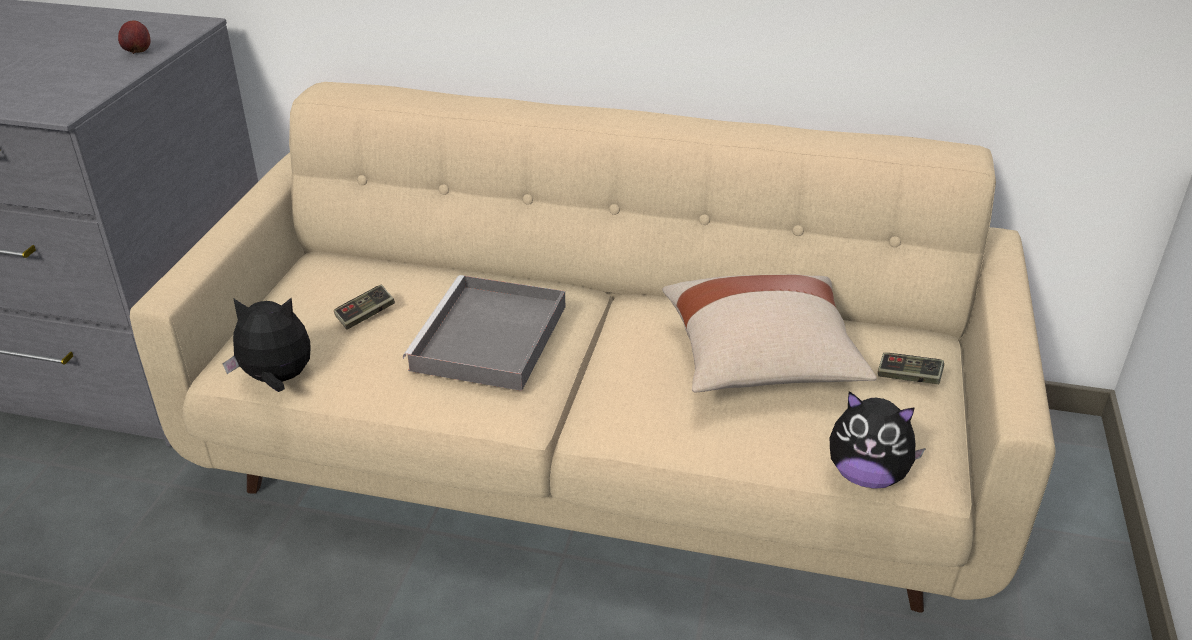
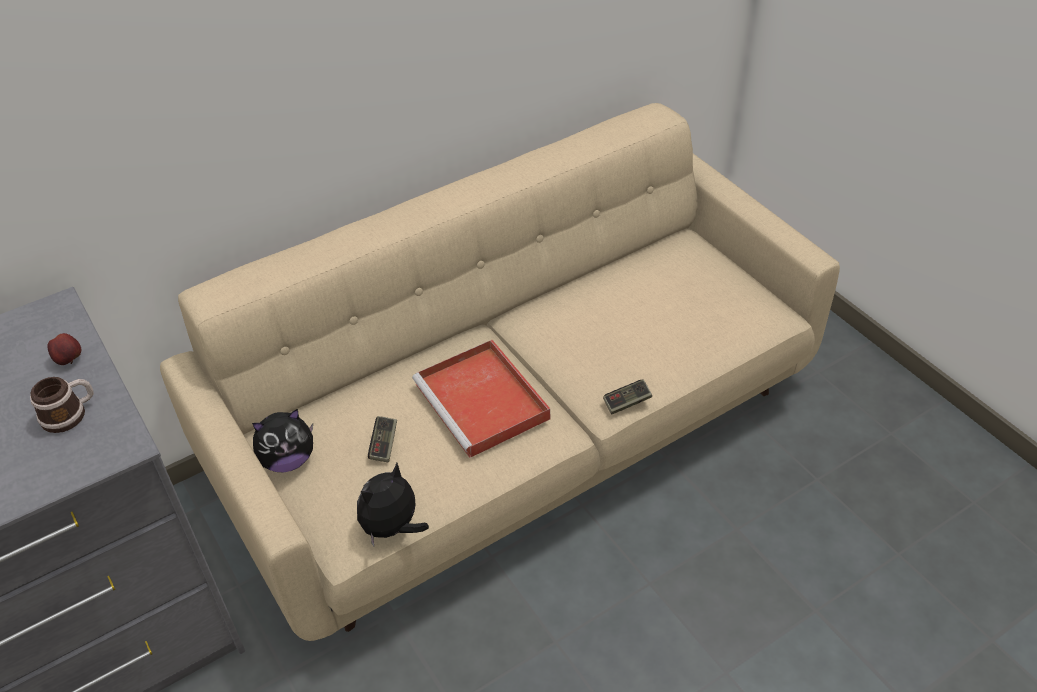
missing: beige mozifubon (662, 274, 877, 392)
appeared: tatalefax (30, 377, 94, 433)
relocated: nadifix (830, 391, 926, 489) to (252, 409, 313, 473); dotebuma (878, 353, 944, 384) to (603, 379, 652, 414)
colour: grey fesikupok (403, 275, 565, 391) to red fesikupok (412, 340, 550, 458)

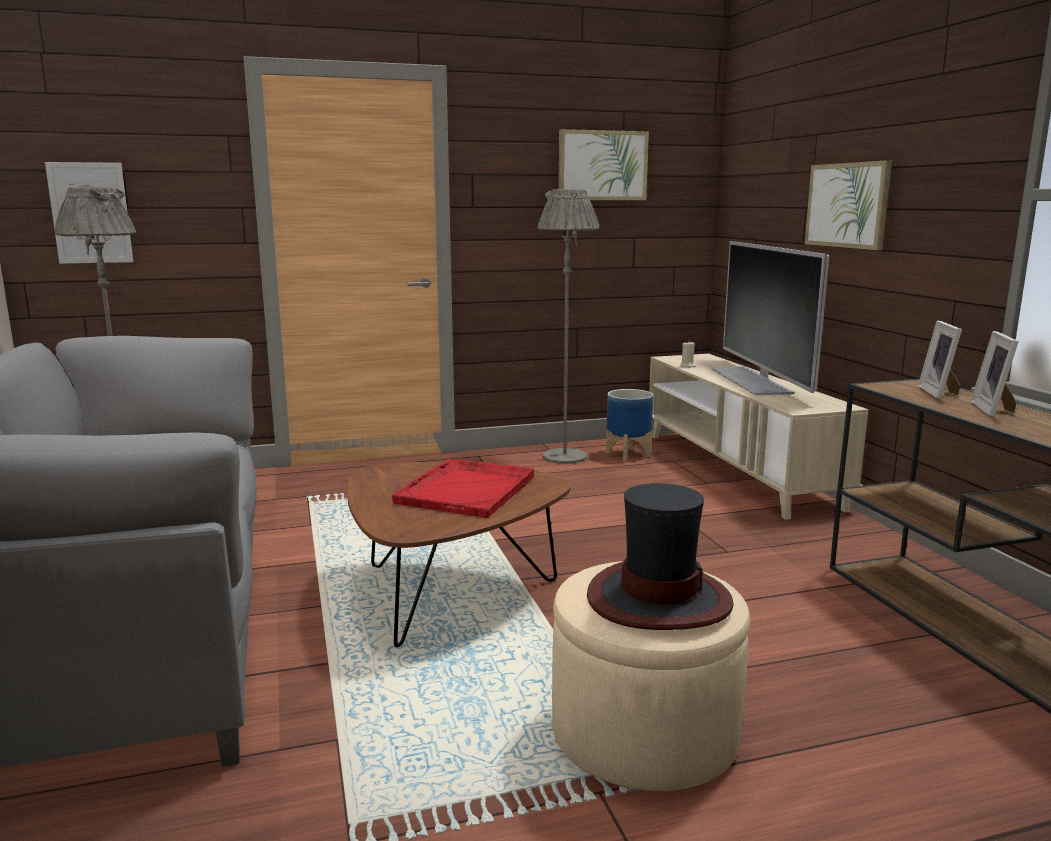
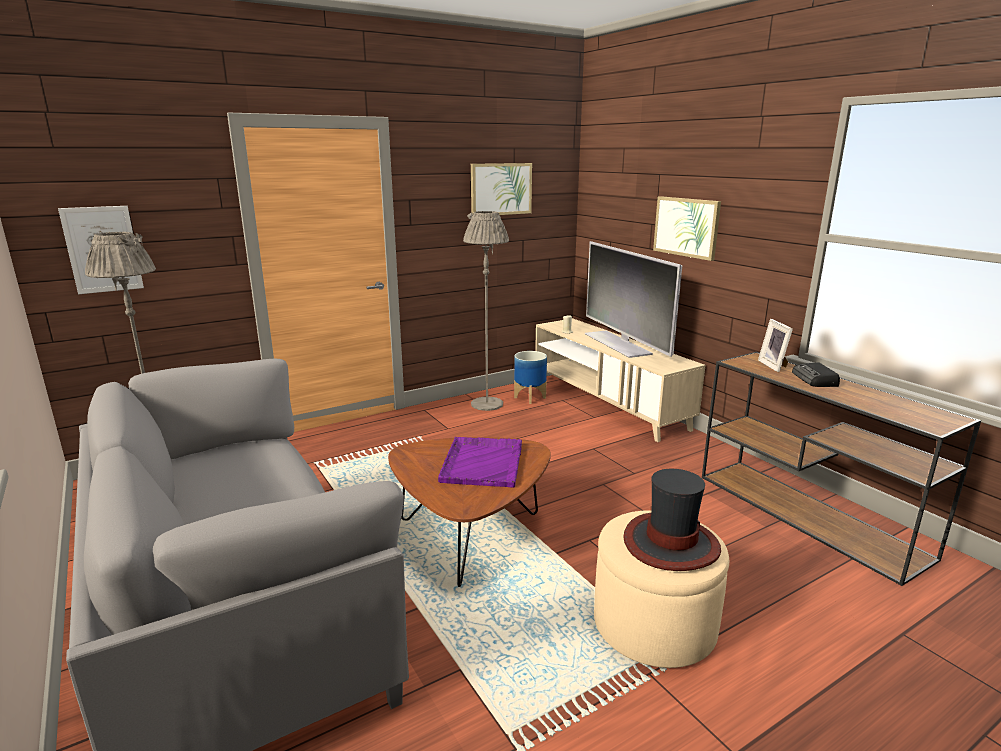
exchanged: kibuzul (971, 331, 1019, 417) to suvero (792, 362, 840, 387)
colour: red fesikupok (392, 458, 534, 518) to purple fesikupok (438, 437, 522, 487)

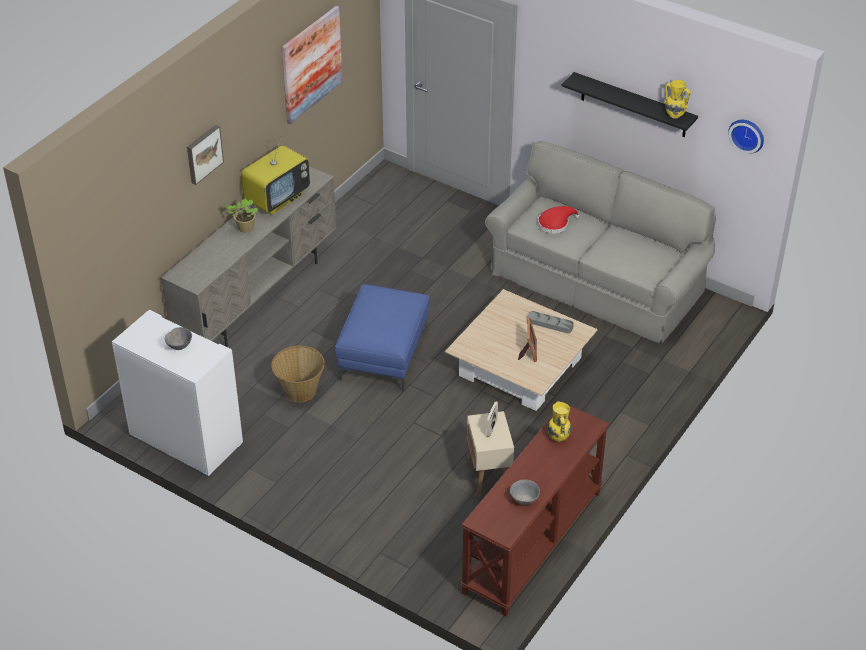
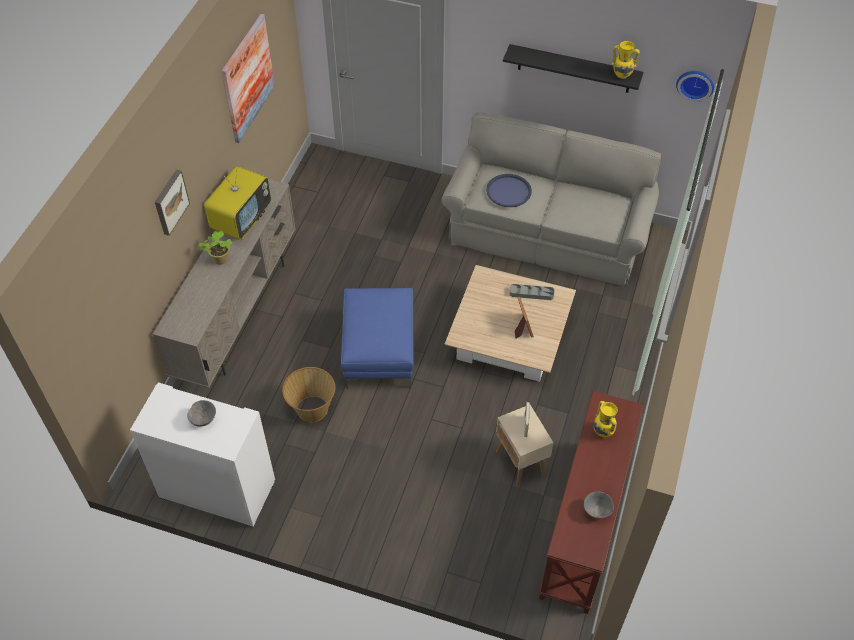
exchanged: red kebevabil (538, 206, 580, 234) to blue fesikupok (486, 174, 532, 207)

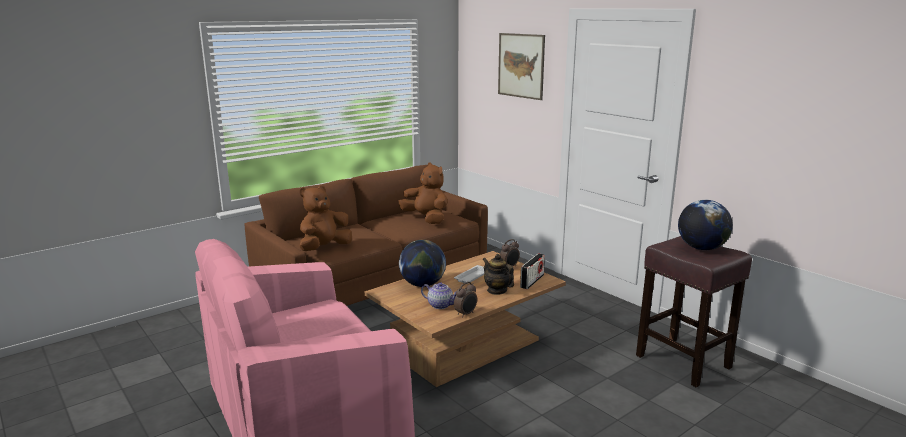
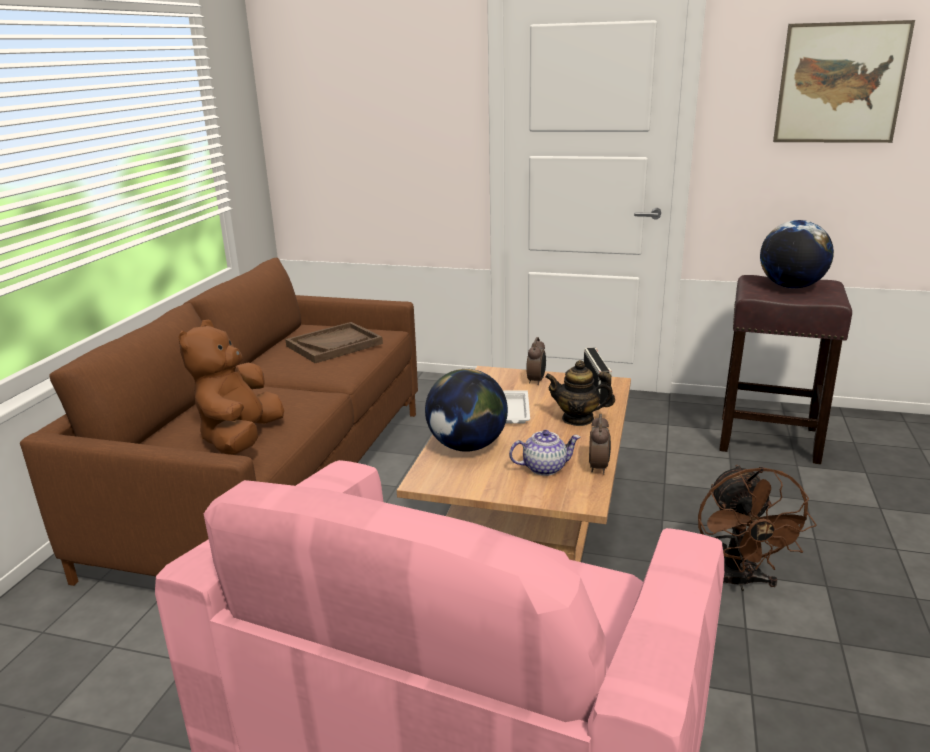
appeared: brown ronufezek (698, 465, 817, 591)
relocated: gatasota (498, 33, 545, 100) to (773, 20, 915, 143)
exchanged: brown nadifix (399, 162, 448, 224) to brown fesikupok (285, 322, 383, 363)

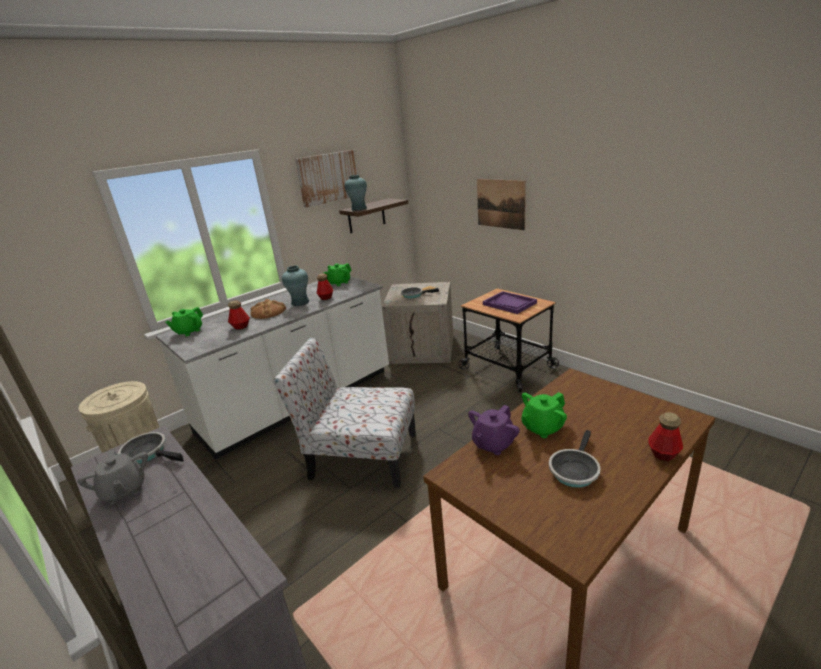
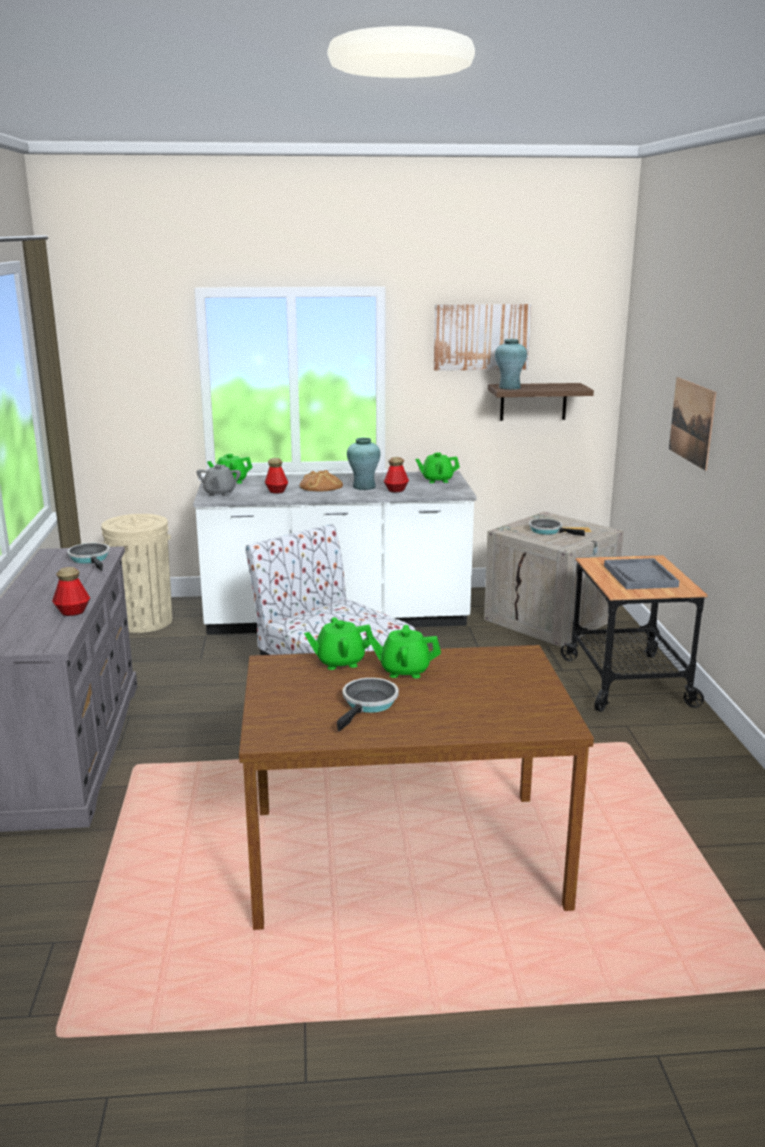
relocated: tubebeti (648, 412, 683, 461) to (52, 567, 90, 616); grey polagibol (78, 449, 148, 505) to (196, 464, 241, 497)
colour: purple polagibol (468, 405, 520, 455) to green polagibol (304, 617, 373, 670); purple fesikupok (483, 291, 537, 314) to grey fesikupok (604, 558, 679, 589)
spun: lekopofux (549, 430, 601, 488) = (337, 678, 399, 731) 135 degrees clockwise

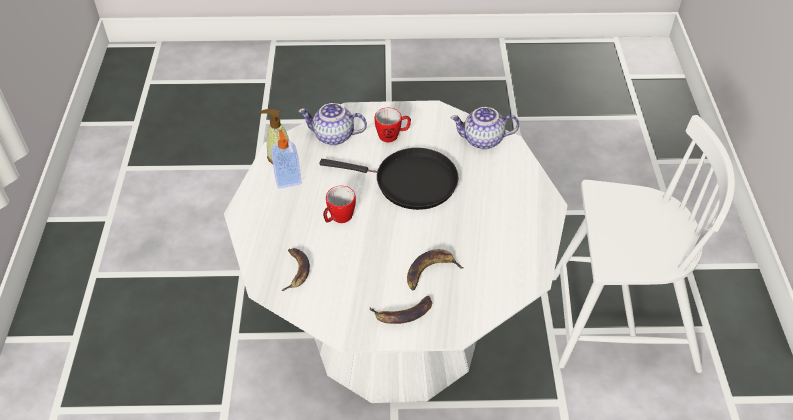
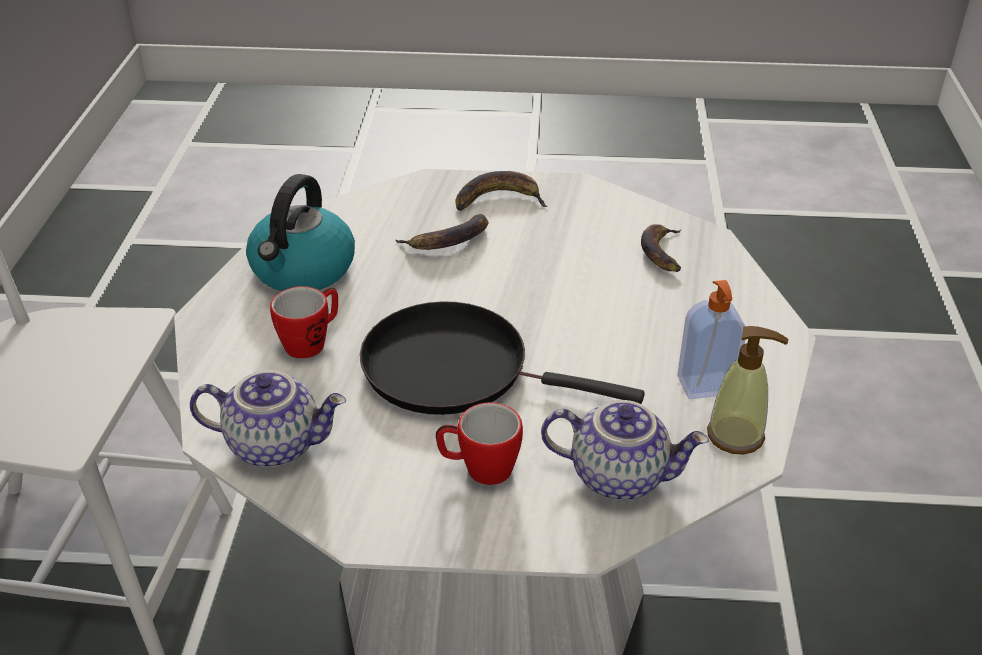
appeared: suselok (246, 174, 355, 291)
relocated: tatalefax (323, 186, 356, 223) to (270, 286, 338, 359)

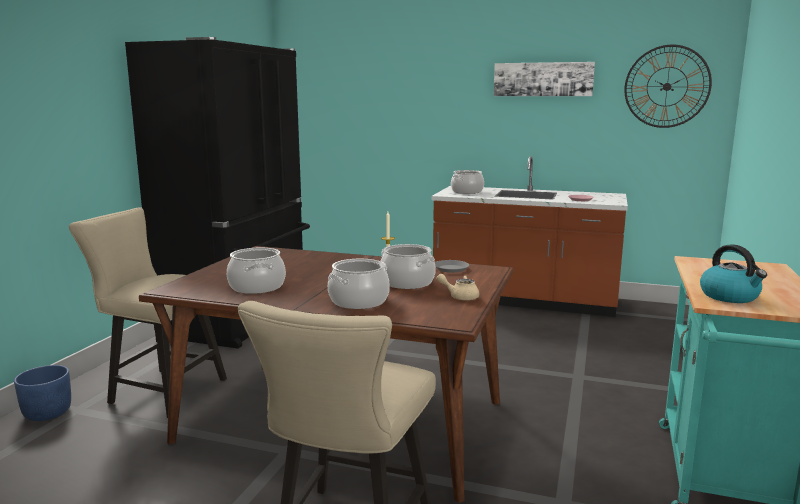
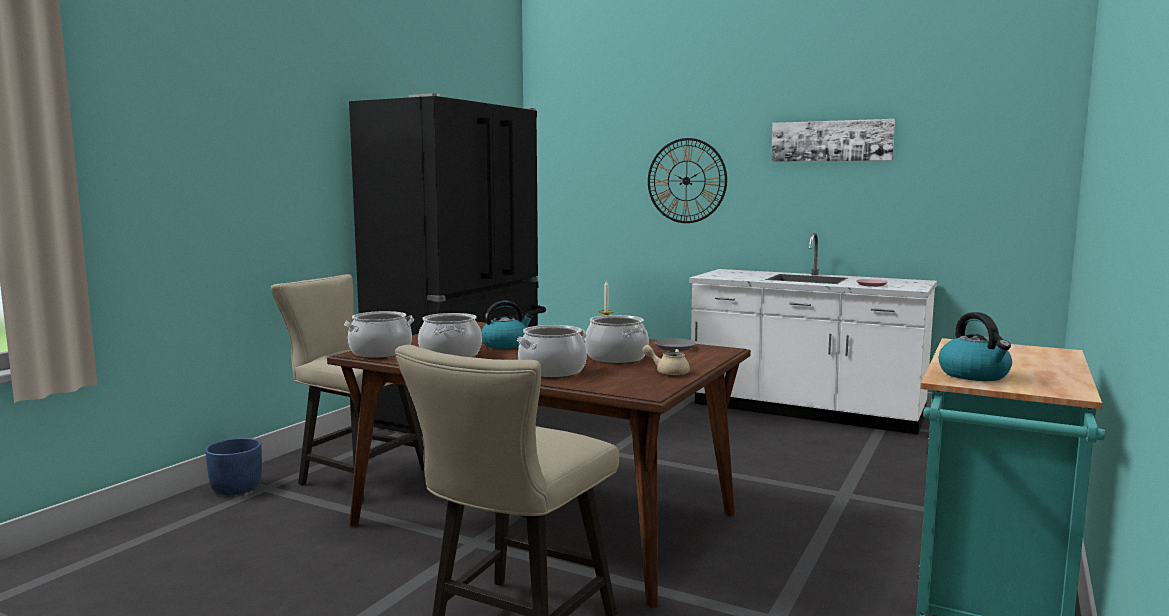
appeared: suselok (481, 301, 533, 349)
relocated: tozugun (451, 170, 484, 194) to (344, 311, 414, 358); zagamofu (624, 45, 712, 128) to (648, 138, 727, 223)
colour: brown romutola (432, 156, 628, 317) to white romutola (689, 233, 937, 435)

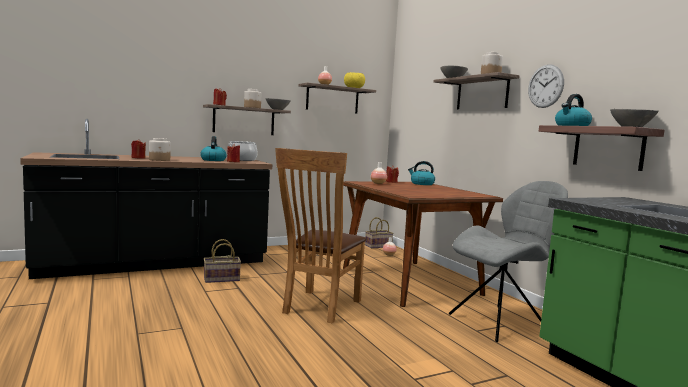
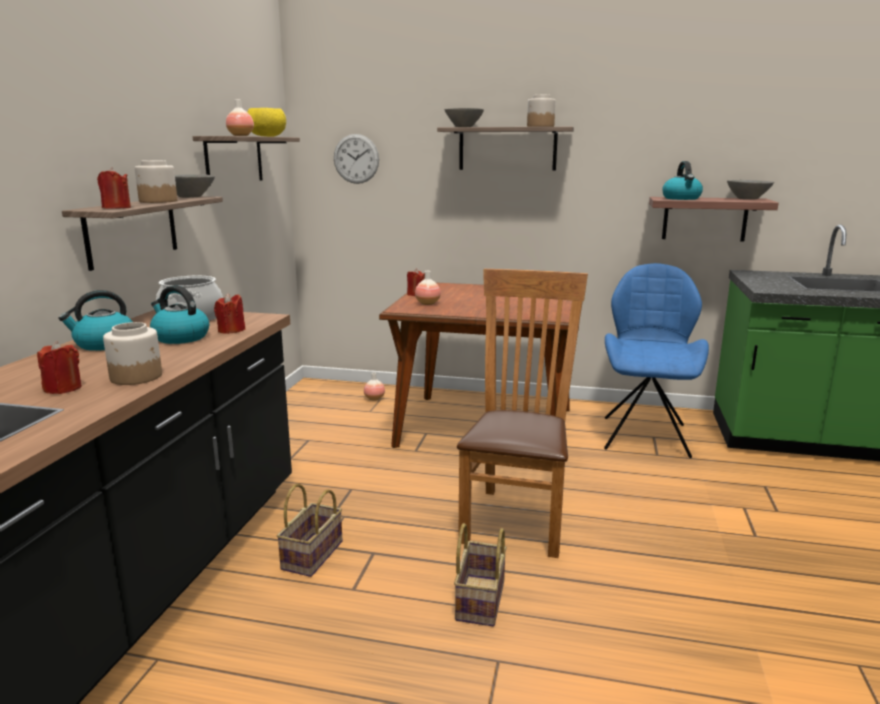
relocated: suselok (408, 161, 435, 185) to (59, 290, 133, 351); zagamofu (528, 65, 564, 108) to (334, 134, 379, 184); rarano (365, 217, 393, 248) to (454, 523, 507, 626)
colour: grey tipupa (449, 181, 568, 342) to blue tipupa (604, 263, 709, 458)
spun: brown tipupa (275, 148, 367, 324) = (457, 269, 588, 558) 135 degrees counterclockwise

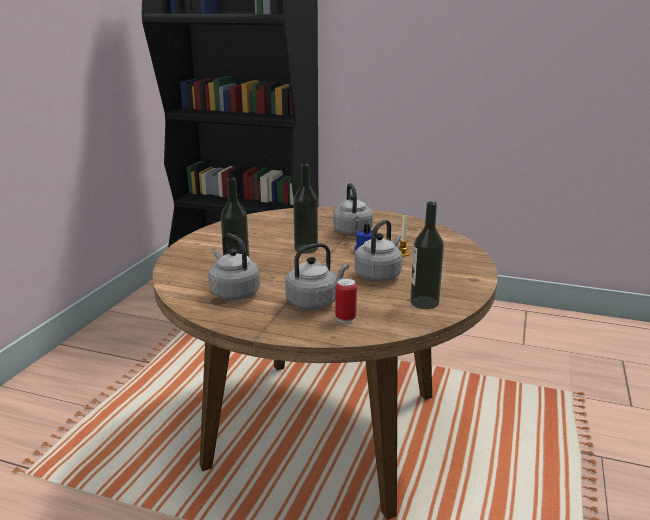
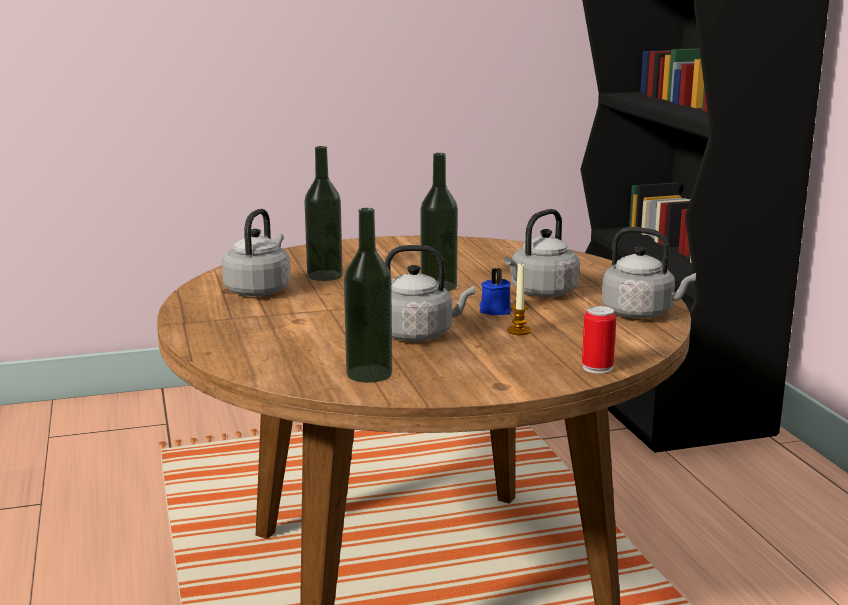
relocated: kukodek (335, 278, 357, 323) to (582, 306, 616, 374); grey suselok (285, 243, 349, 310) to (601, 227, 696, 318)

